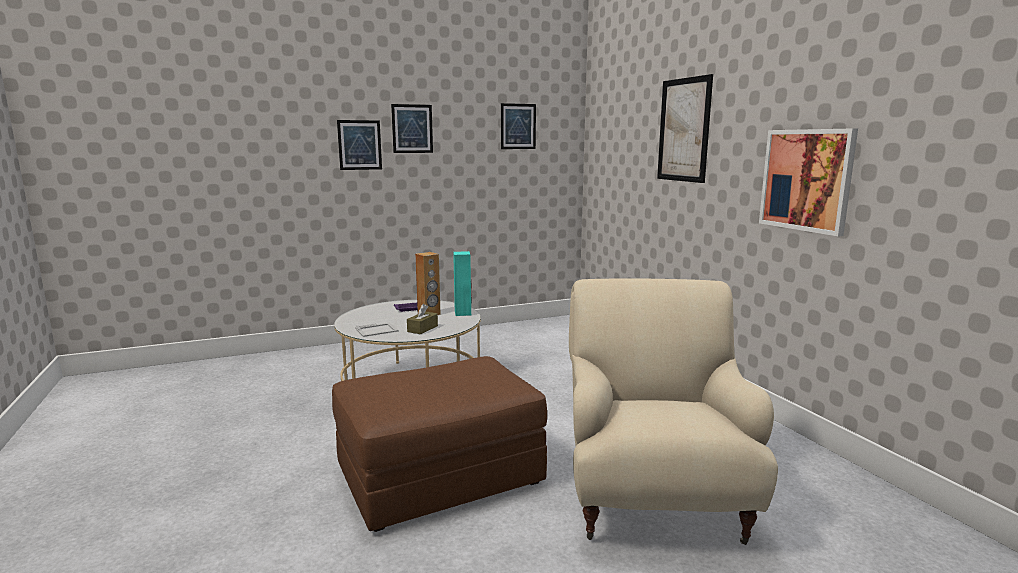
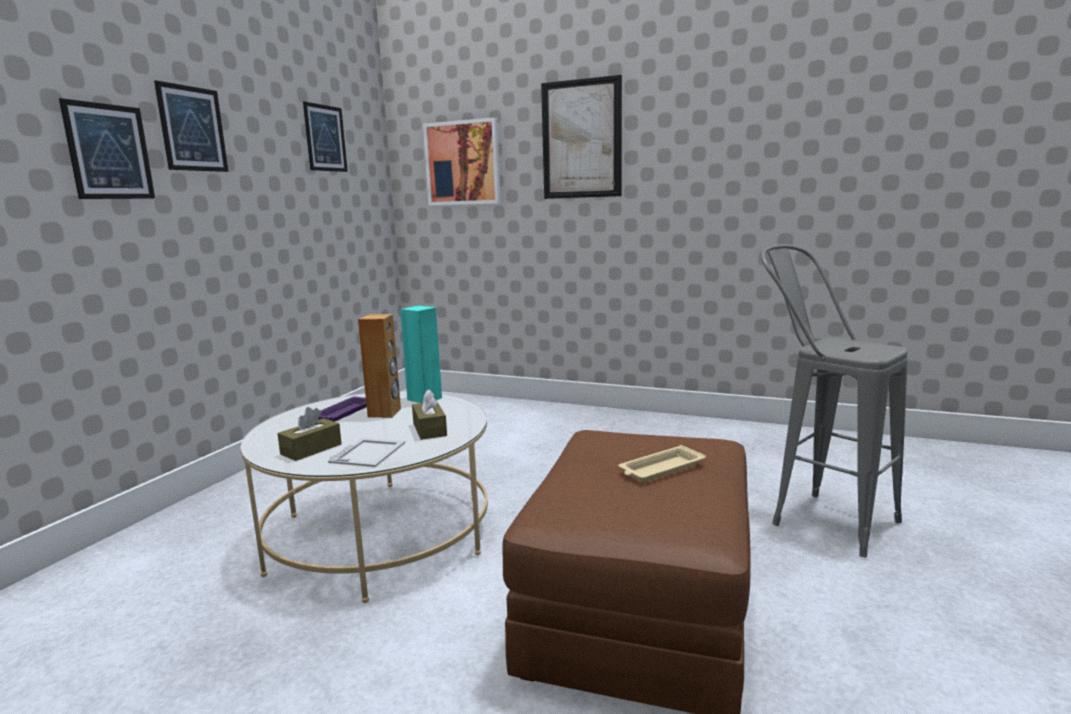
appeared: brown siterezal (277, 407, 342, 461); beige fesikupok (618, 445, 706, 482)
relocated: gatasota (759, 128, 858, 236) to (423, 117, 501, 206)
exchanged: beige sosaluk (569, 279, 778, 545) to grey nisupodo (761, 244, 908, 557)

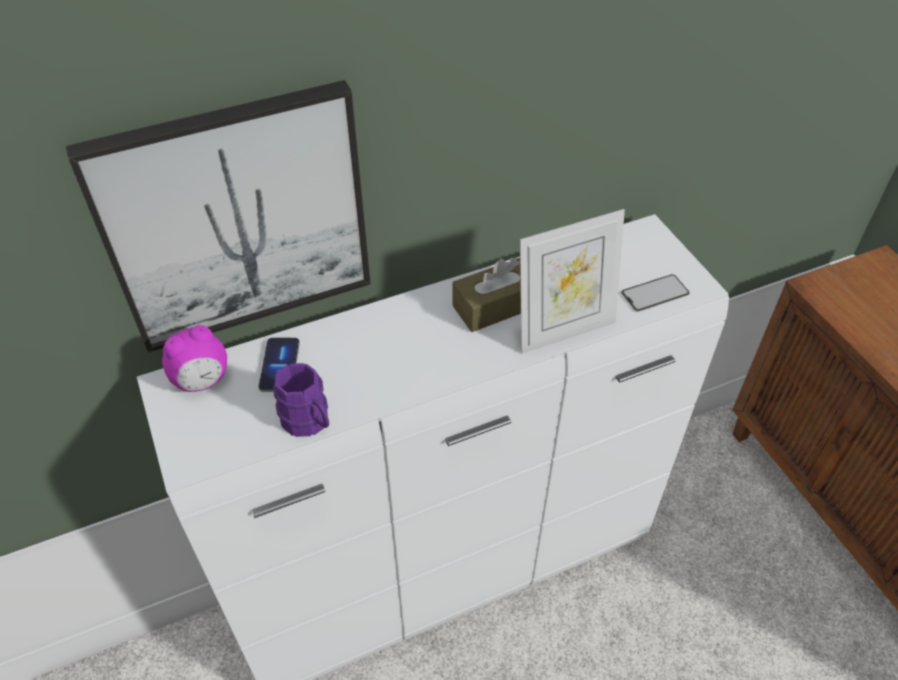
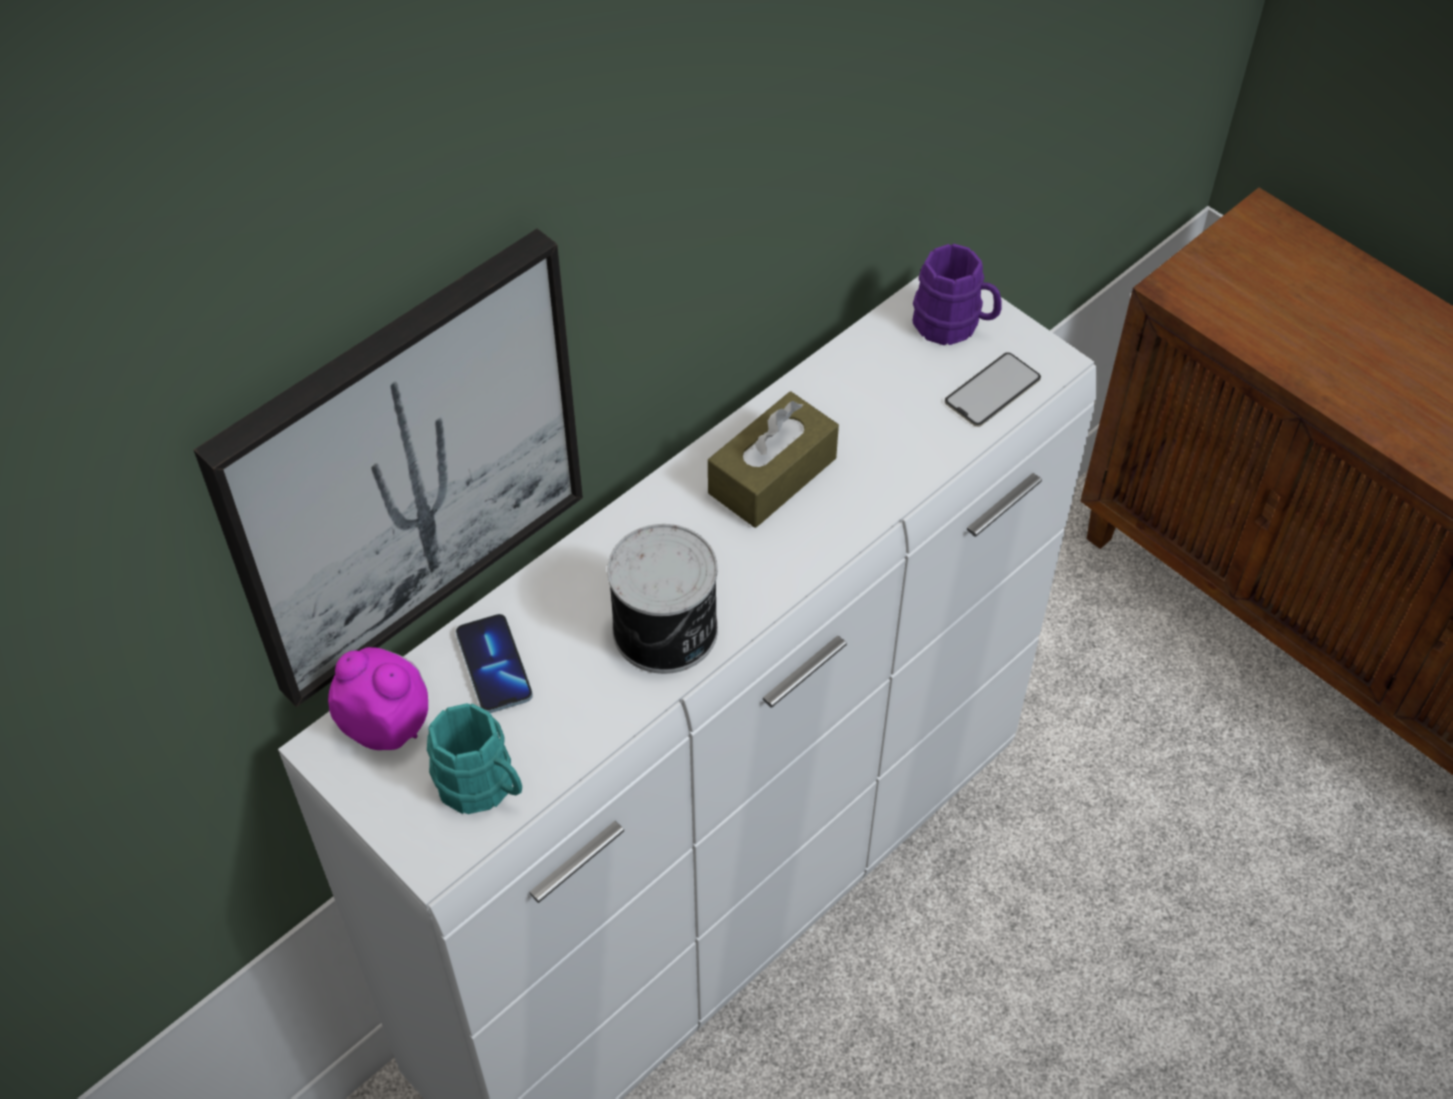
missing: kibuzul (520, 209, 625, 354)
appeared: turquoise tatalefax (427, 703, 522, 814); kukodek (607, 524, 718, 674)
relocated: purple tatalefax (273, 363, 329, 437) to (912, 244, 1001, 345)
spun: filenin (162, 325, 227, 392) = (328, 647, 428, 750) 105 degrees counterclockwise

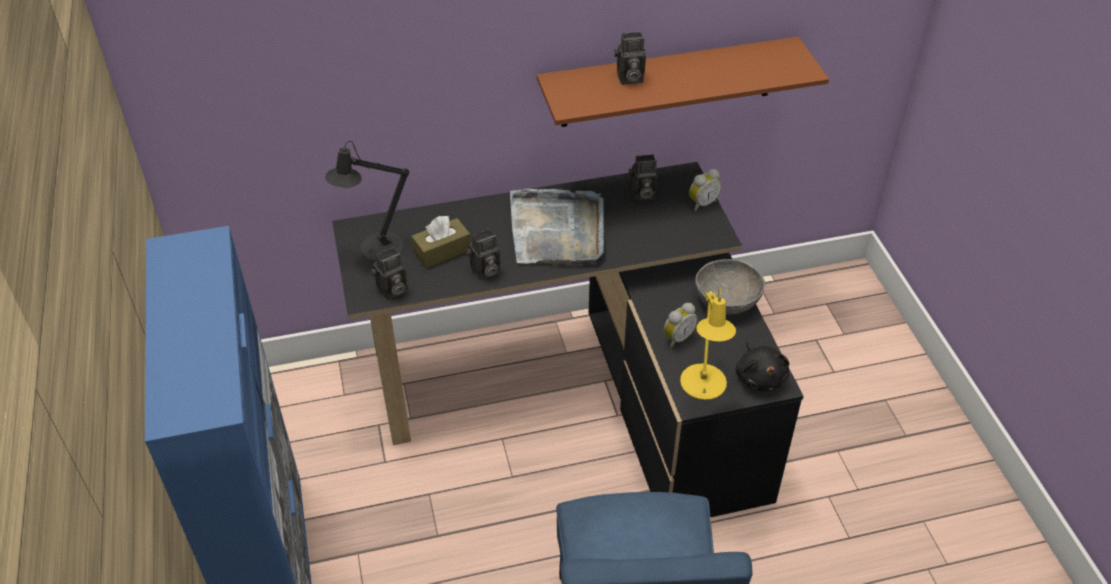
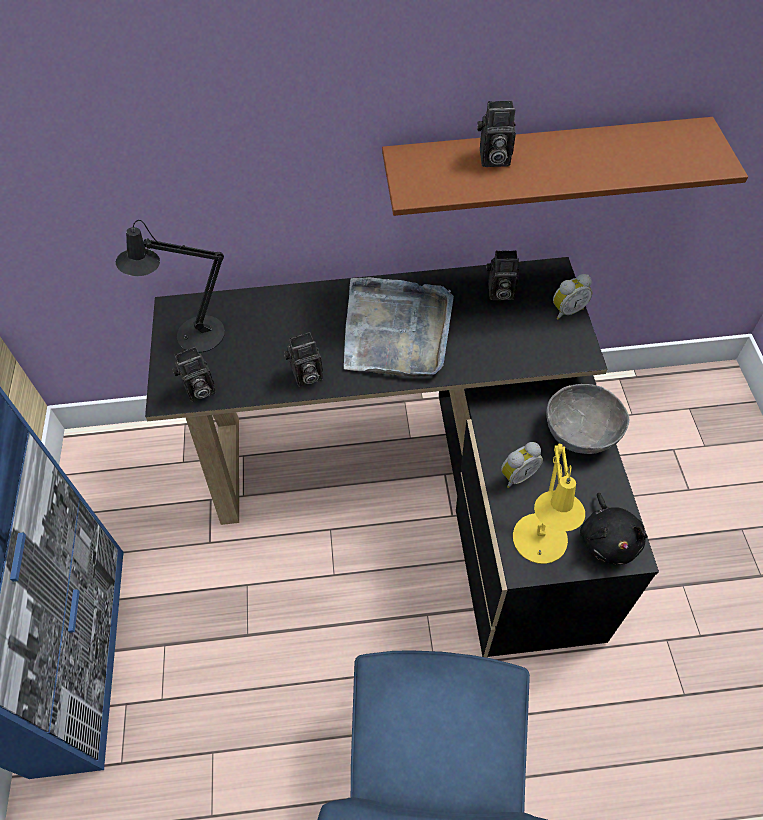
missing: brown siterezal (411, 216, 471, 268)

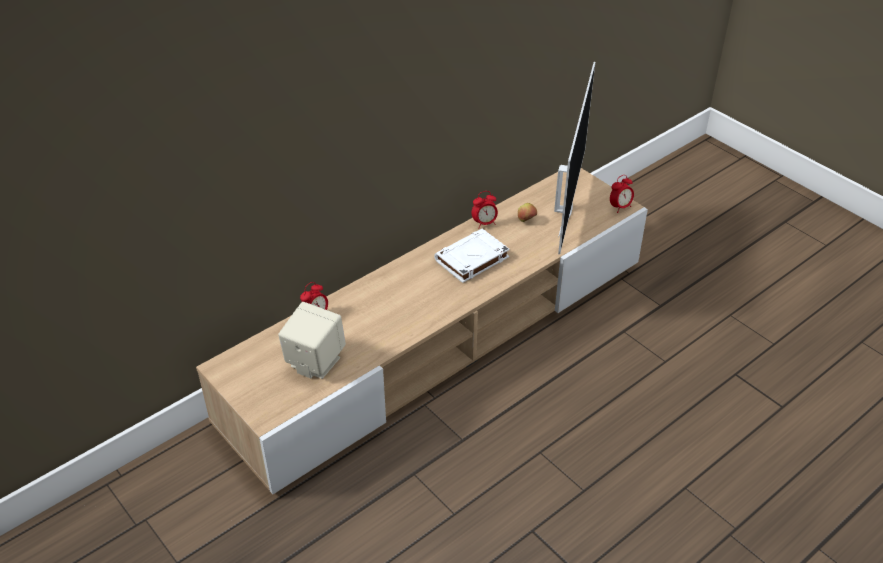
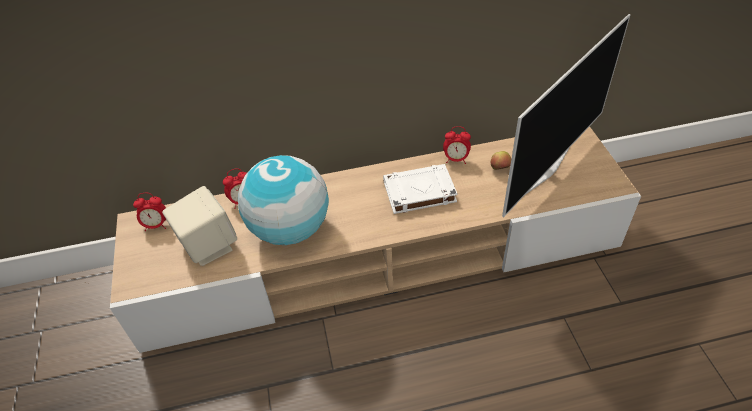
appeared: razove (238, 155, 329, 245)
relocated: filenin (610, 175, 634, 213) to (133, 193, 166, 231)

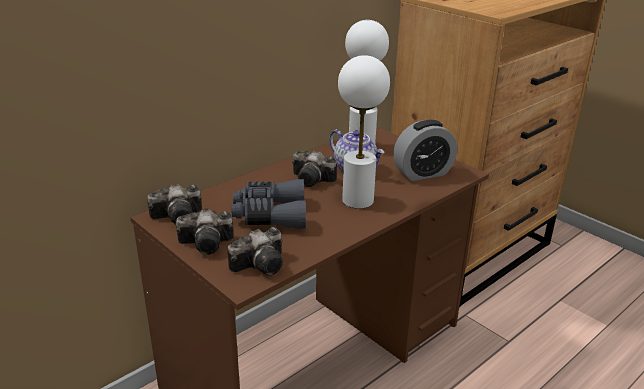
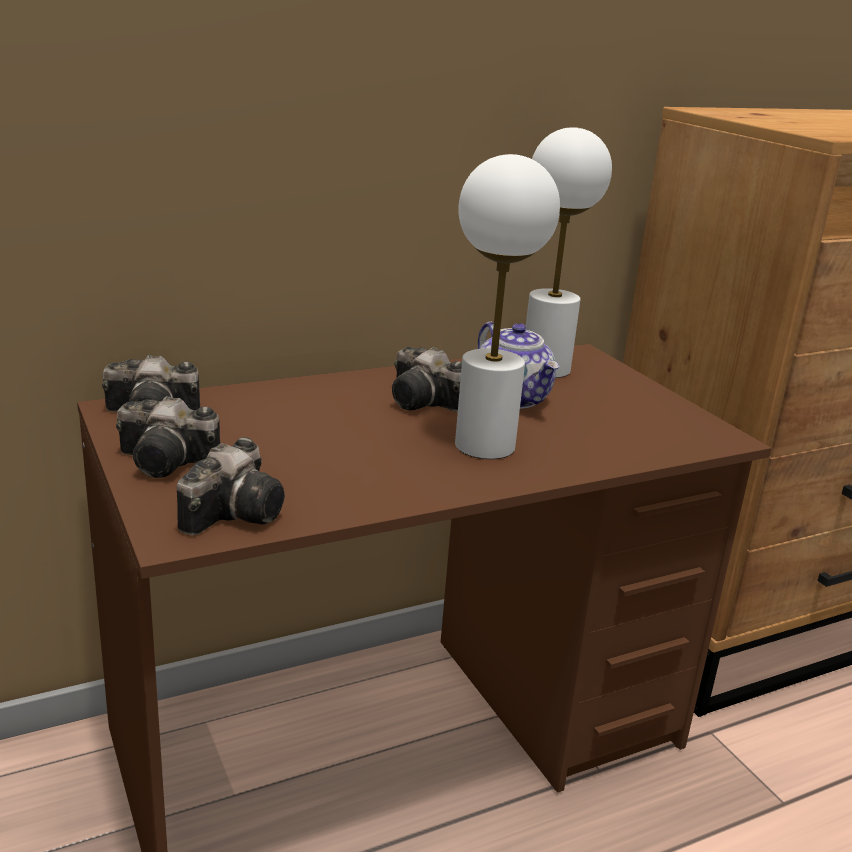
missing: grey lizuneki (232, 179, 306, 229); filenin (393, 120, 457, 181)
spun: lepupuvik (228, 227, 283, 275) = (177, 437, 285, 535) 45 degrees counterclockwise

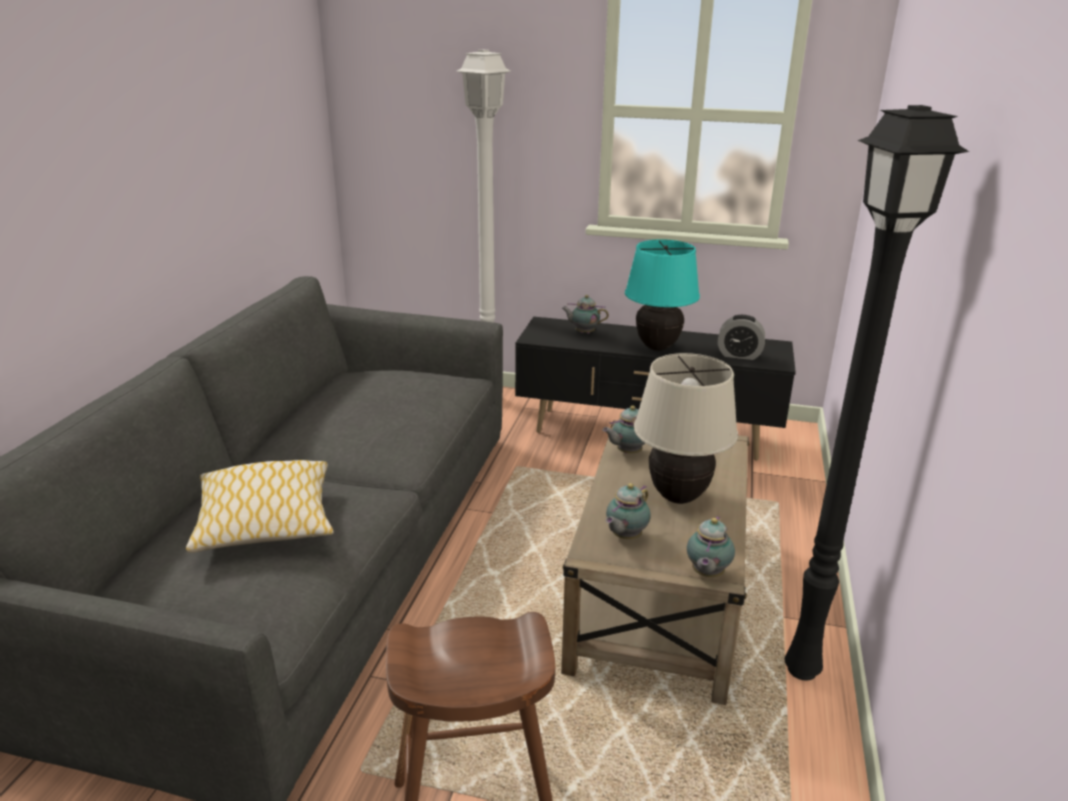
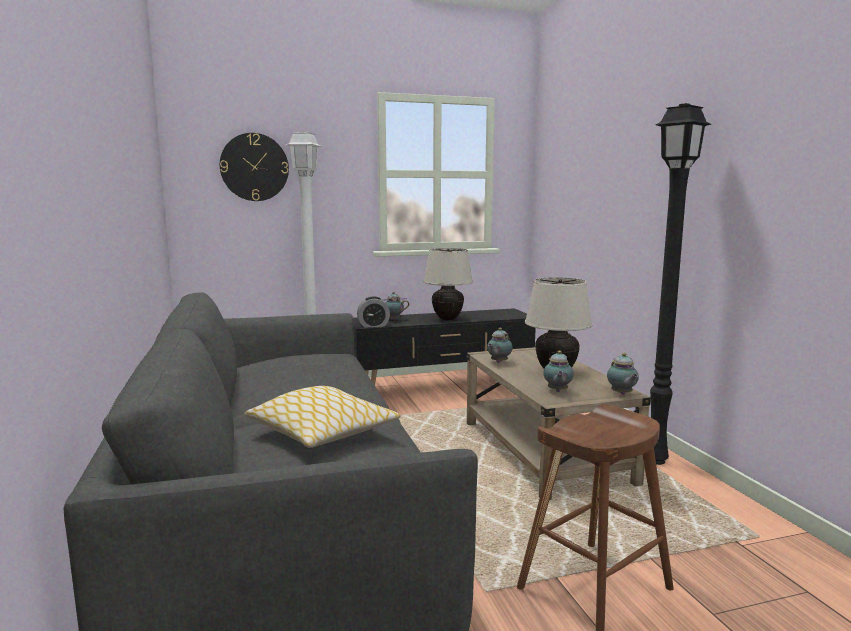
appeared: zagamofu (220, 133, 289, 201)
relocated: filenin (718, 315, 765, 360) to (357, 296, 390, 328)
colour: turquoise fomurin (625, 239, 700, 351) to beige fomurin (423, 248, 473, 320)

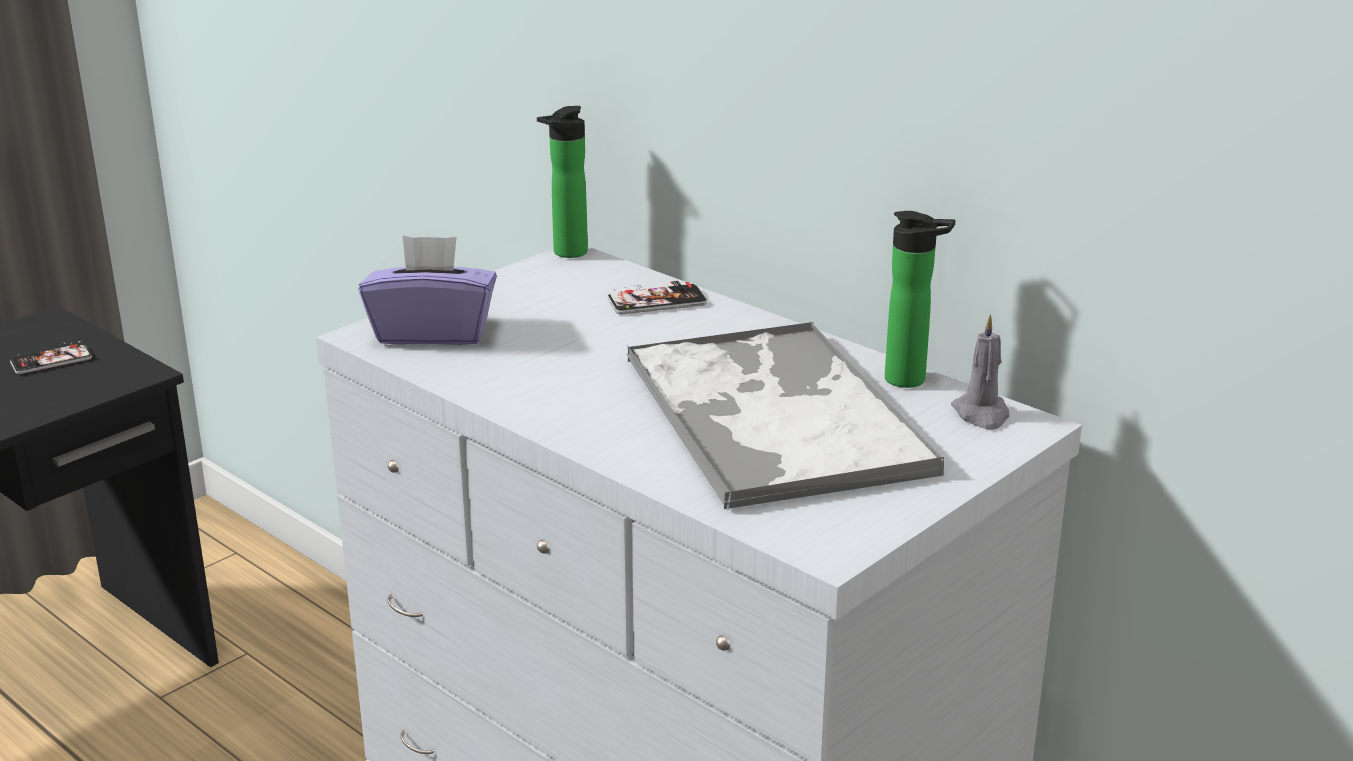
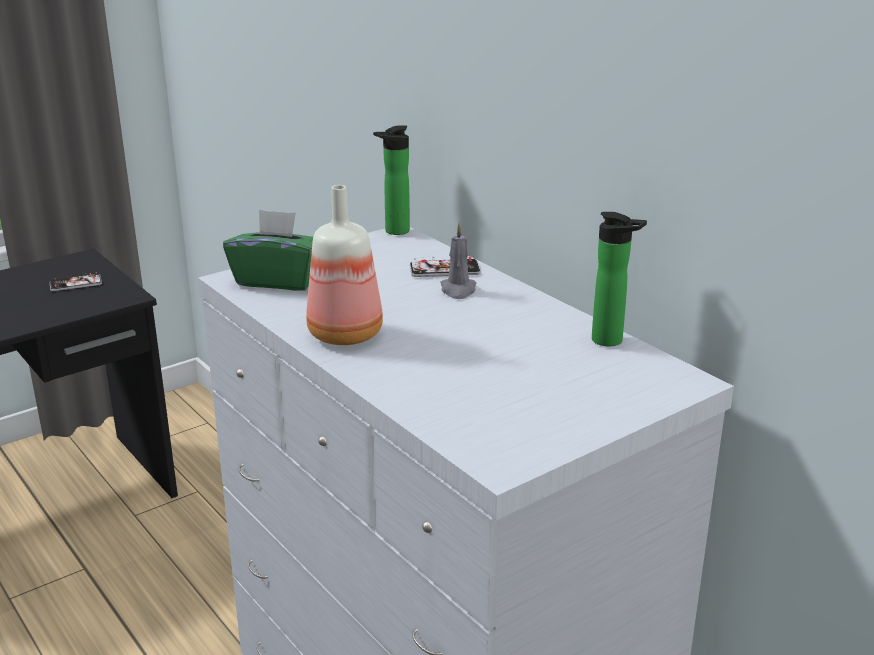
missing: fesikupok (626, 321, 944, 510)
appeared: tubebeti (306, 185, 383, 345)
relocated: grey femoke (951, 314, 1009, 429) to (441, 223, 476, 299)
colour: purple siterezal (359, 235, 497, 345) to green siterezal (223, 209, 313, 290)

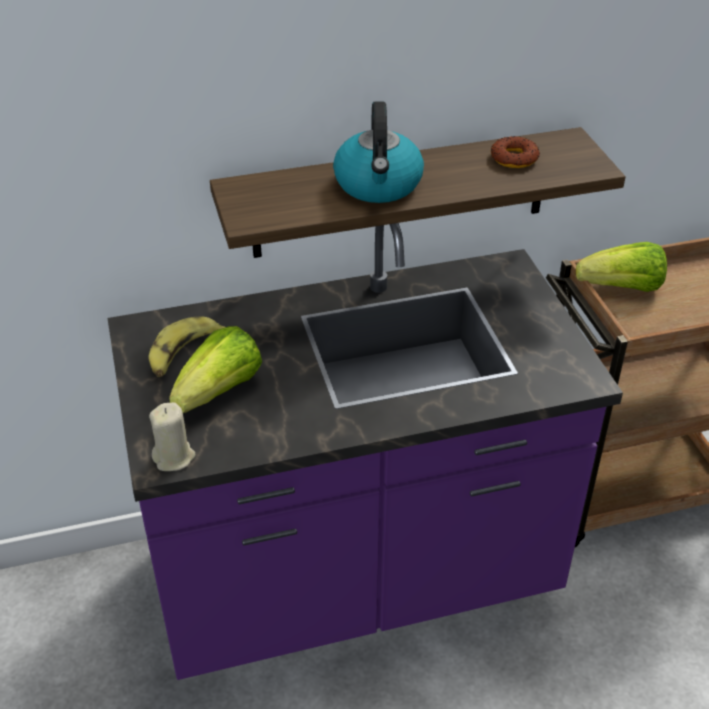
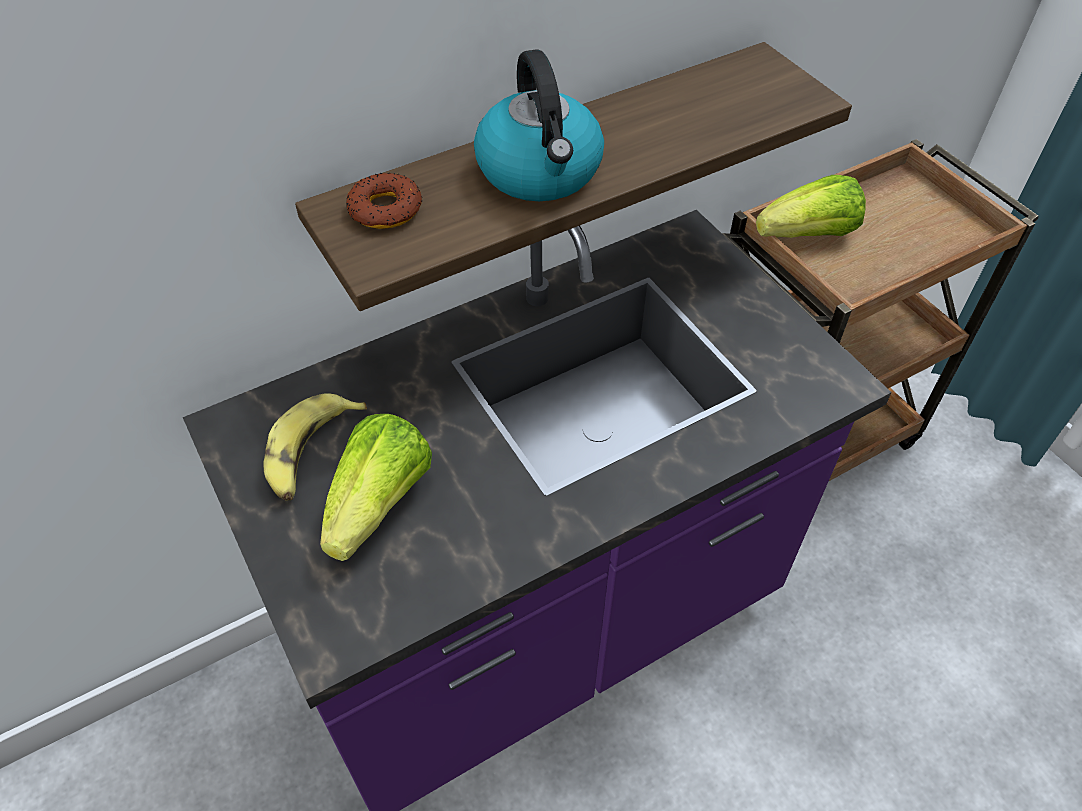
missing: beige femoke (149, 402, 196, 471)
relocated: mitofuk (491, 136, 540, 168) to (346, 173, 422, 229)

